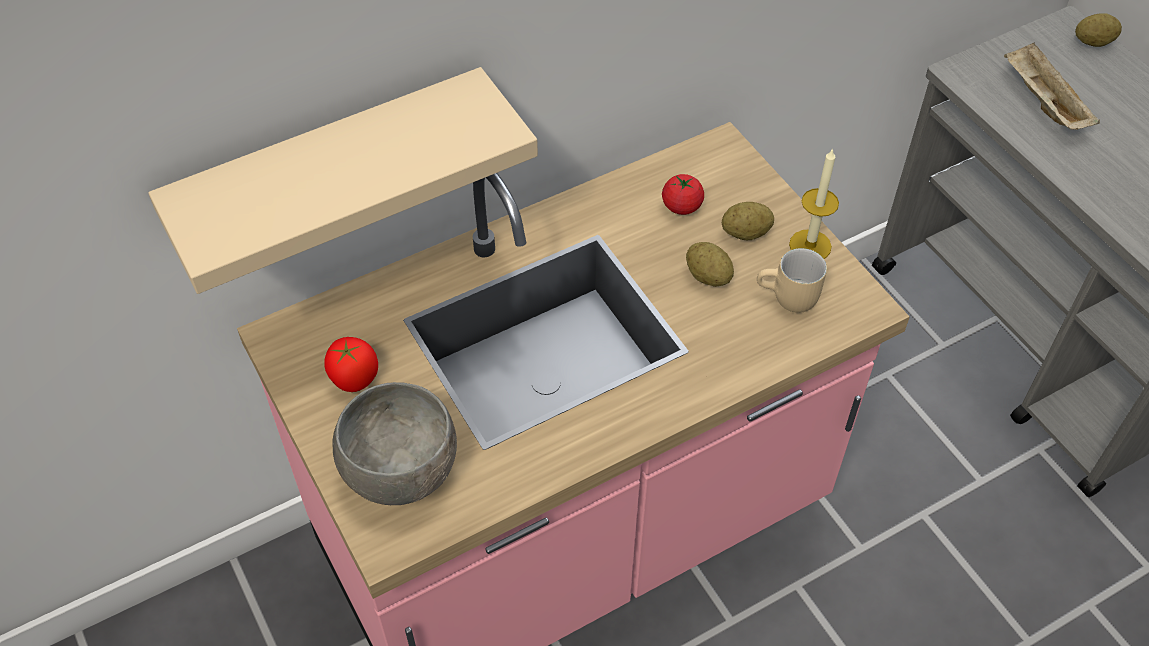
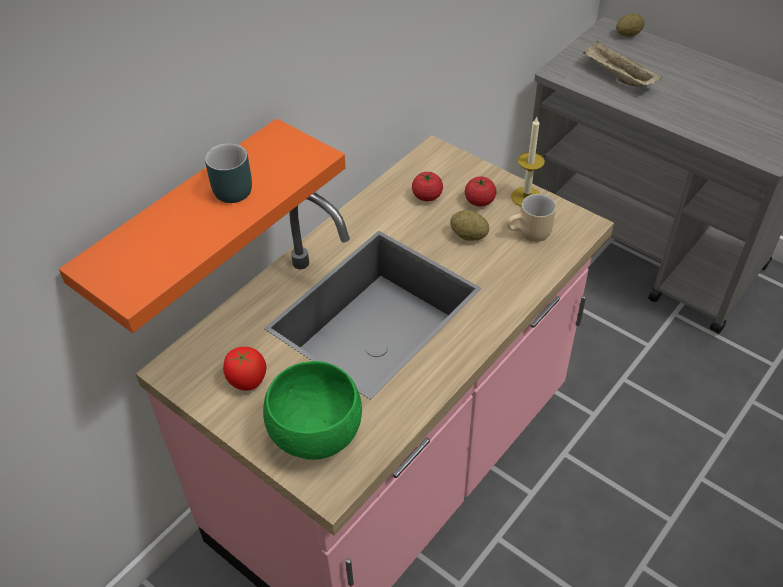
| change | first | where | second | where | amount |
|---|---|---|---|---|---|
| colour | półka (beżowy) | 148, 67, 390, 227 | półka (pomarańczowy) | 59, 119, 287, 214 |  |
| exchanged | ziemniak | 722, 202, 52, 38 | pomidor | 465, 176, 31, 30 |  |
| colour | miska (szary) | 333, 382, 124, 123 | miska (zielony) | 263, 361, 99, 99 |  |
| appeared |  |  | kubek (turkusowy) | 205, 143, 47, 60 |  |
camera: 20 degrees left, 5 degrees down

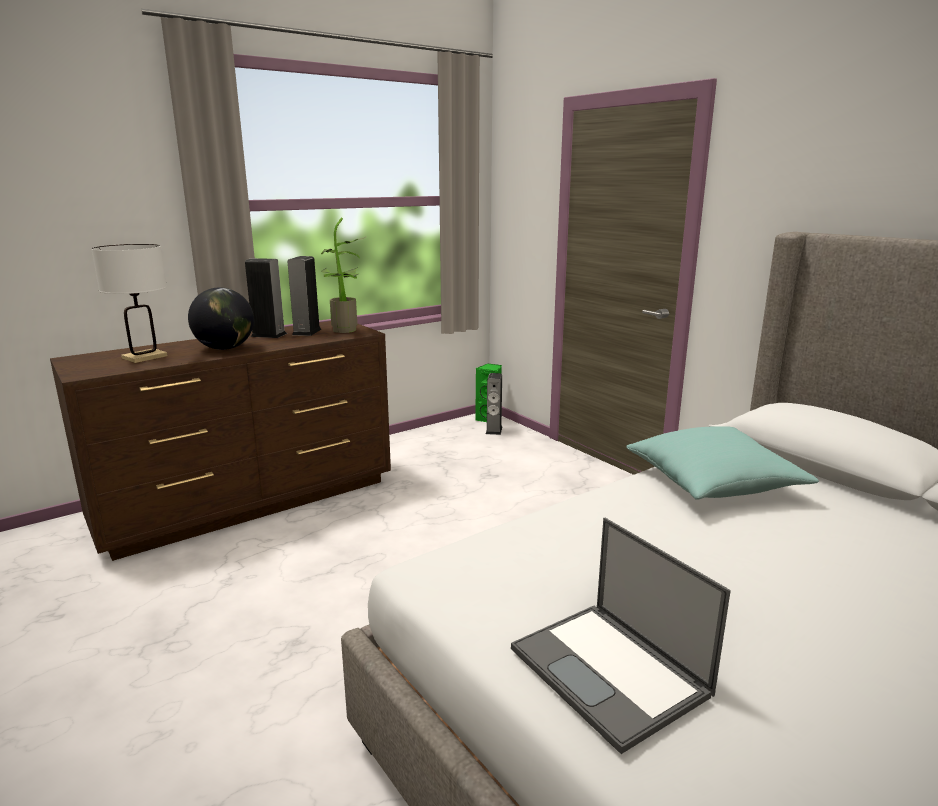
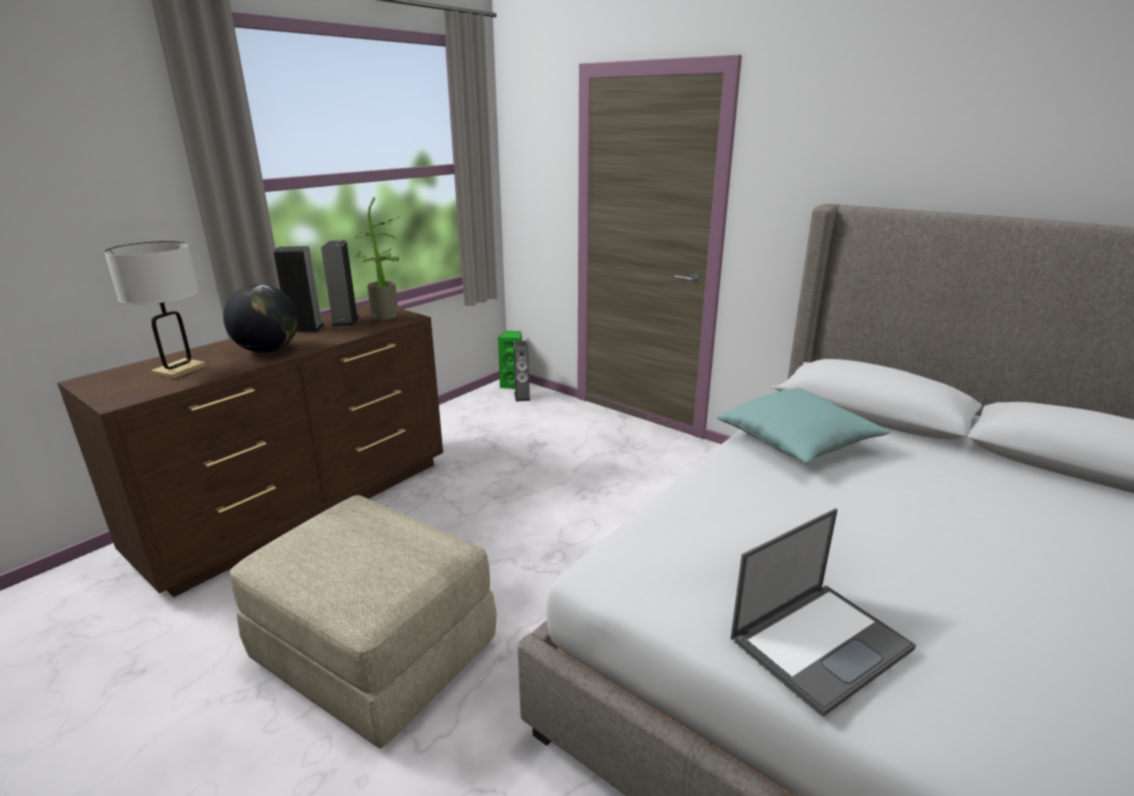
| change | first | where | second | where | amount |
|---|---|---|---|---|---|
| spun | laptop | 511, 518, 220, 236 |  | 731, 508, 185, 209 | 75 degrees counterclockwise |
| appeared |  |  | pufa (beżowy) | 230, 495, 267, 254 |  |
camera: 15 degrees left, 5 degrees up

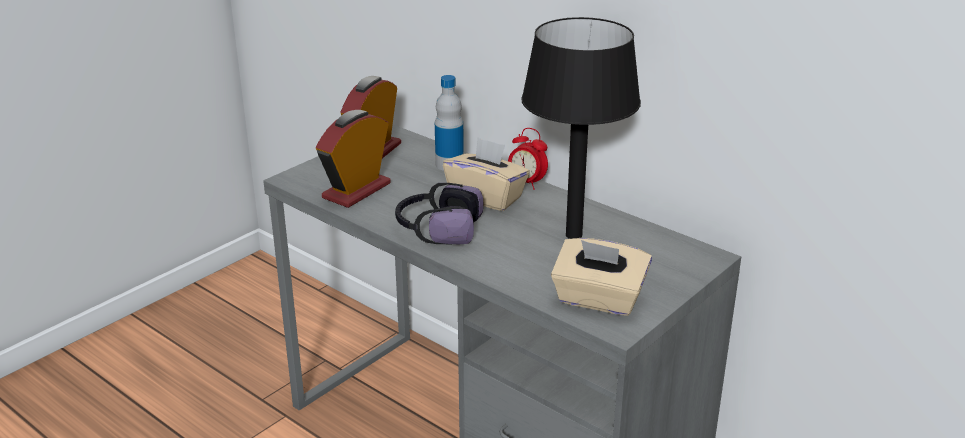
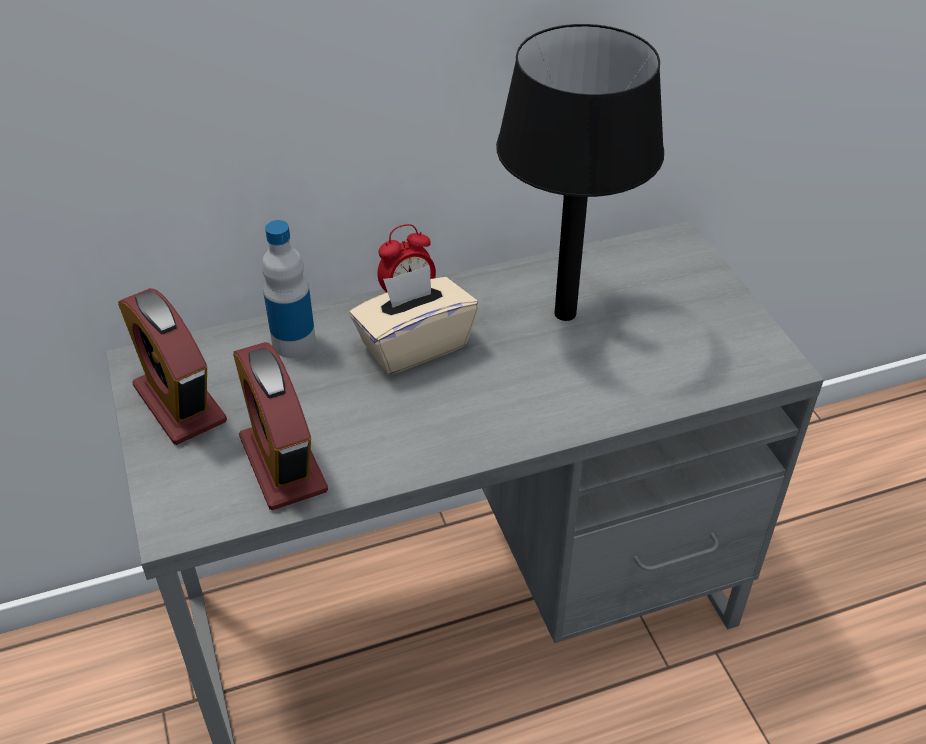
| change | first | where | second | where | amount |
|---|---|---|---|---|---|
| missing | słuchawki | 395, 183, 89, 62 |  |  |  |
| missing | pudełko chusteczek (beżowy) | 551, 238, 101, 78 |  |  |  |
camera: 60 degrees left, 15 degrees up

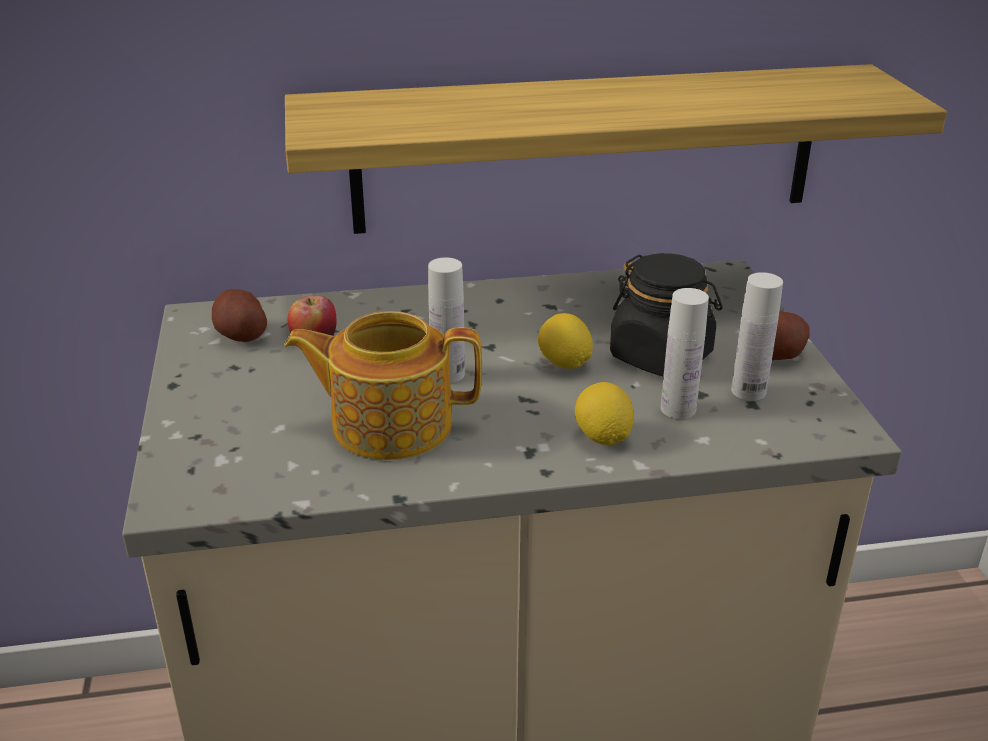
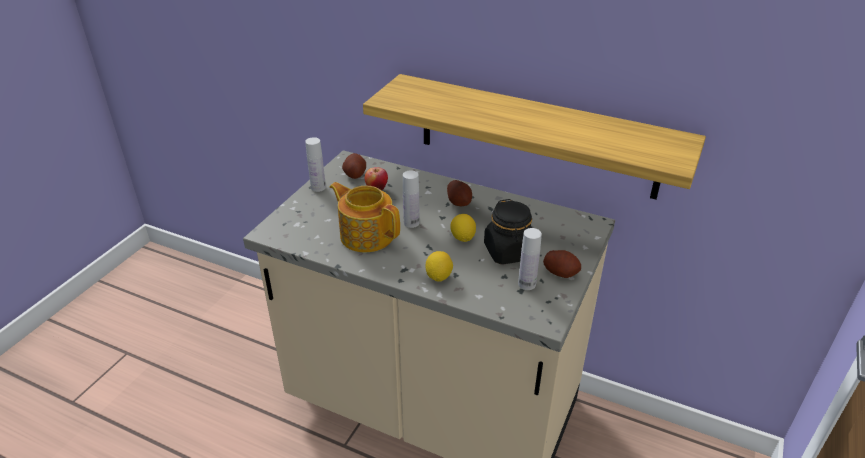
| change | first | where | second | where | amount |
|---|---|---|---|---|---|
| relocated | butelka (biały) | 661, 288, 48, 131 |  | 305, 137, 21, 55 |  |
| appeared |  |  | ziemniak | 447, 180, 25, 26 |  |
camera: 35 degrees right, 5 degrees up

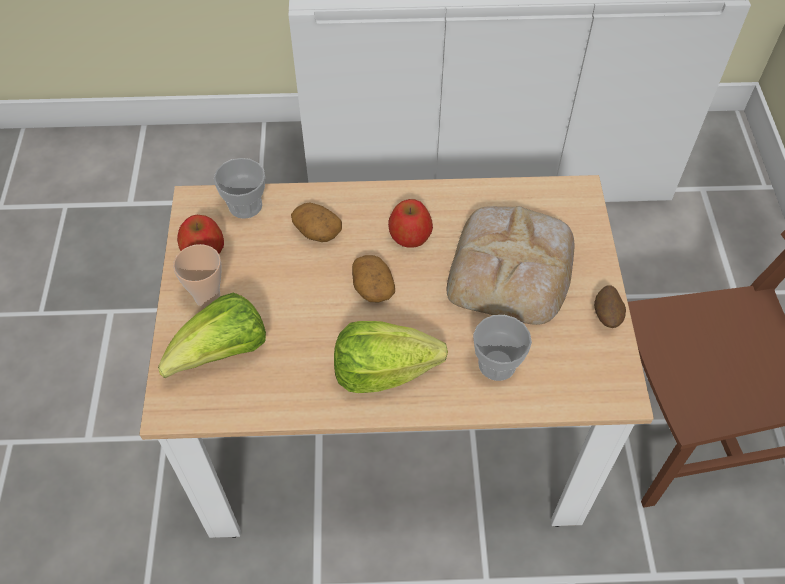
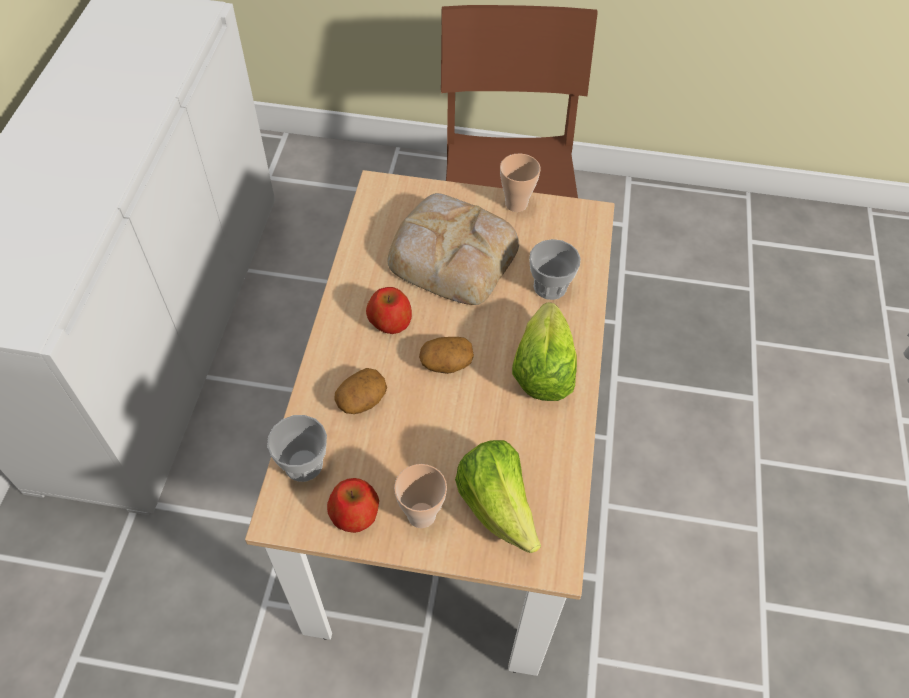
| change | first | where | second | where | amount |
|---|---|---|---|---|---|
| exchanged | ziemniak | 594, 285, 32, 43 | filiżanka | 500, 153, 41, 59 |  |
camera: 80 degrees left, 0 degrees up

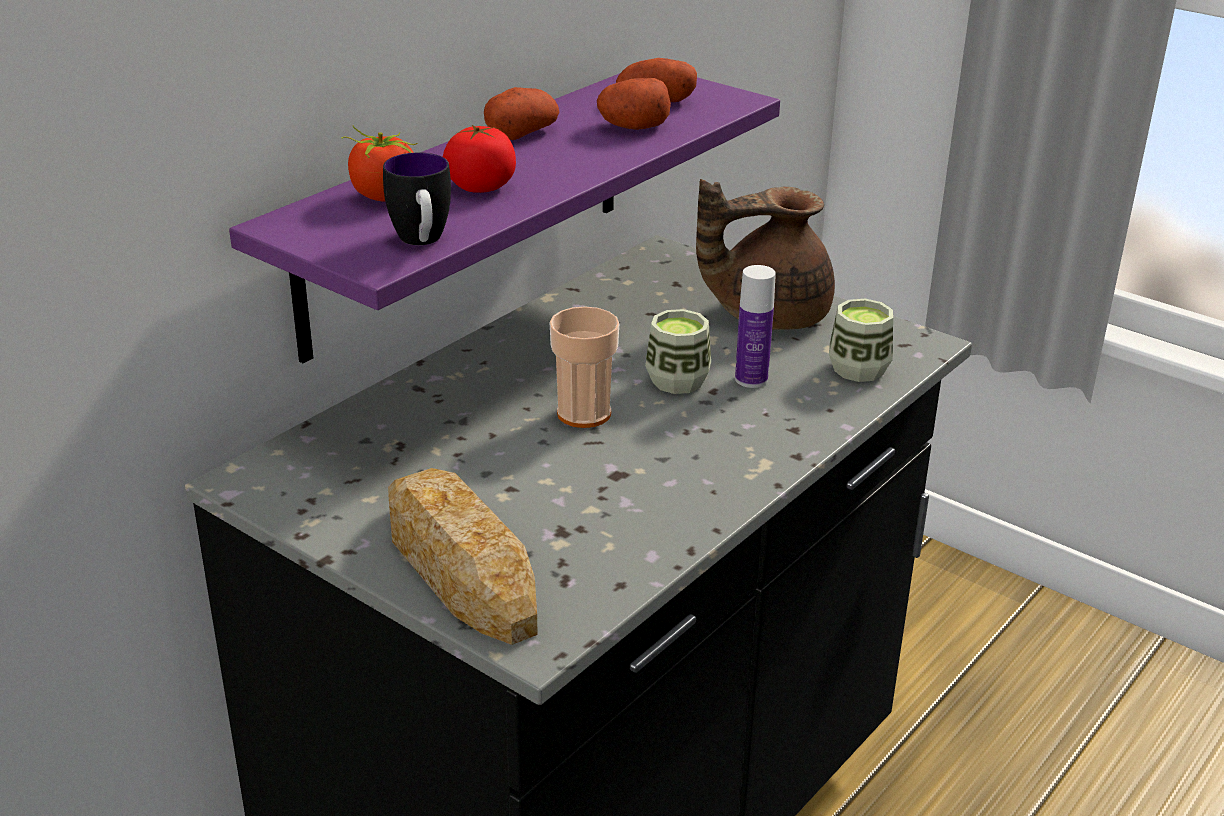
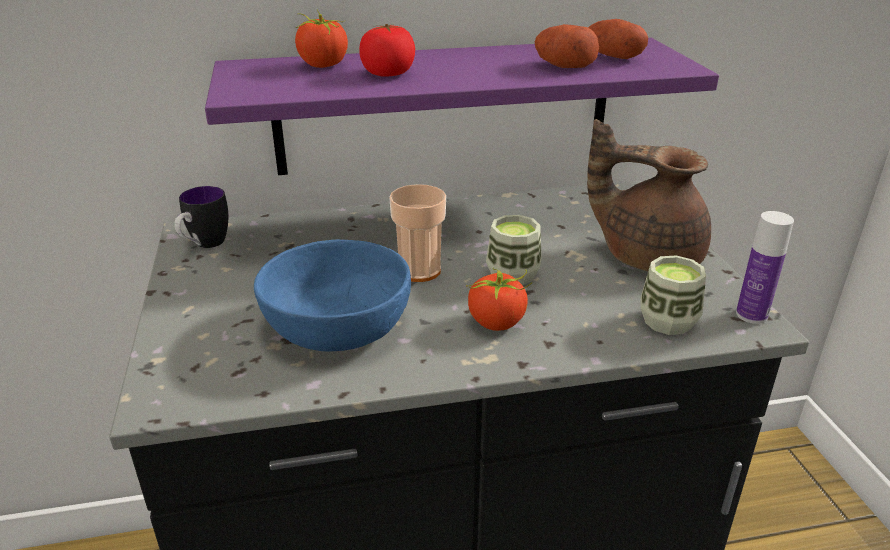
| change | first | where | second | where | amount |
|---|---|---|---|---|---|
| missing | ziemniak | 484, 87, 75, 53 |  |  |  |
| relocated | kubek | 383, 152, 68, 93 |  | 174, 186, 54, 62 |  |
| relocated | butelka | 735, 265, 41, 123 |  | 736, 211, 58, 113 |  |
| missing | chleb | 388, 468, 150, 177 |  |  |  |
| appeared |  |  | miska (niebieski) | 254, 240, 157, 112 |  |
| appeared |  |  | pomidor | 466, 268, 66, 63 |  |
camera: 40 degrees right, 0 degrees up

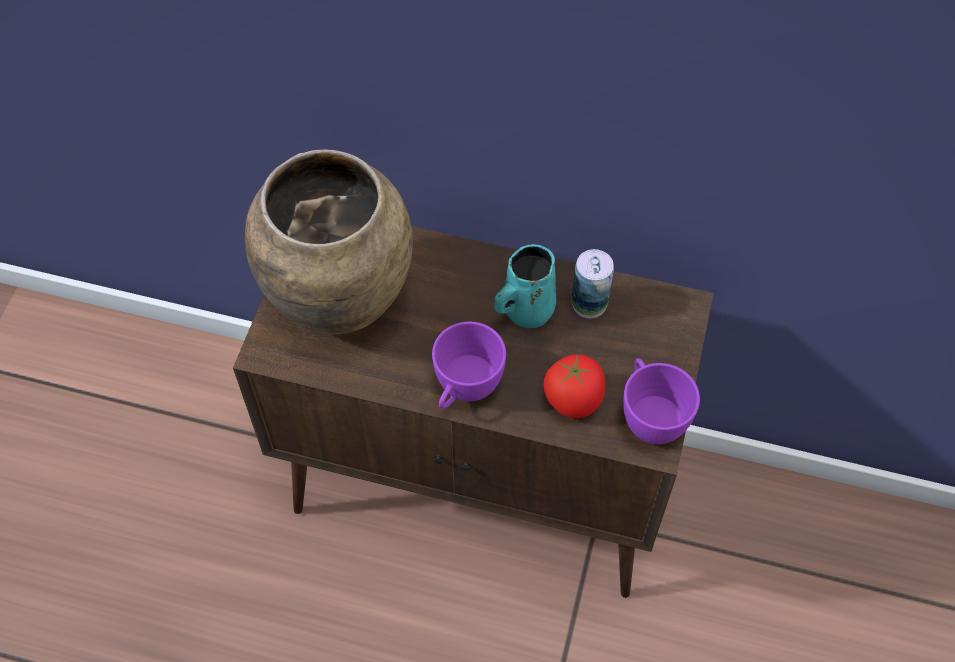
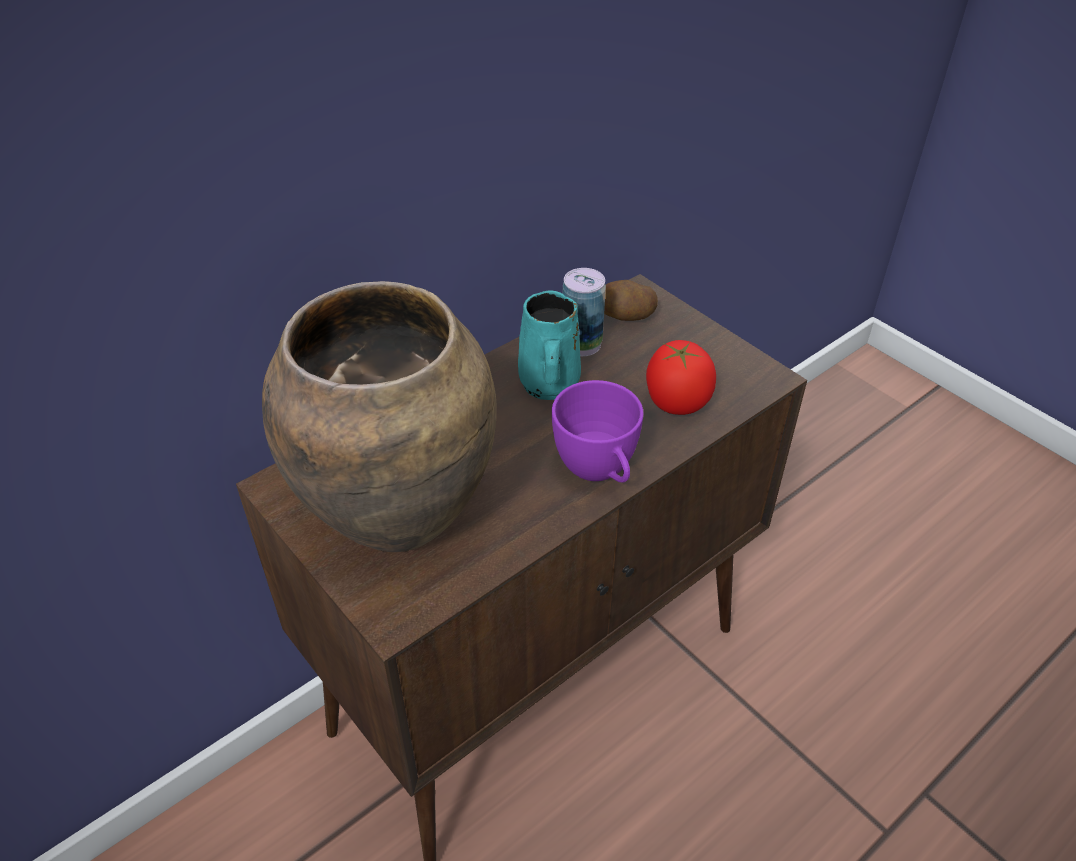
| change | first | where | second | where | amount |
|---|---|---|---|---|---|
| missing | filiżanka (fioletowy) | 623, 358, 77, 86 |  |  |  |
| appeared |  |  | ziemniak | 604, 280, 54, 41 |  |
camera: 55 degrees left, 15 degrees down

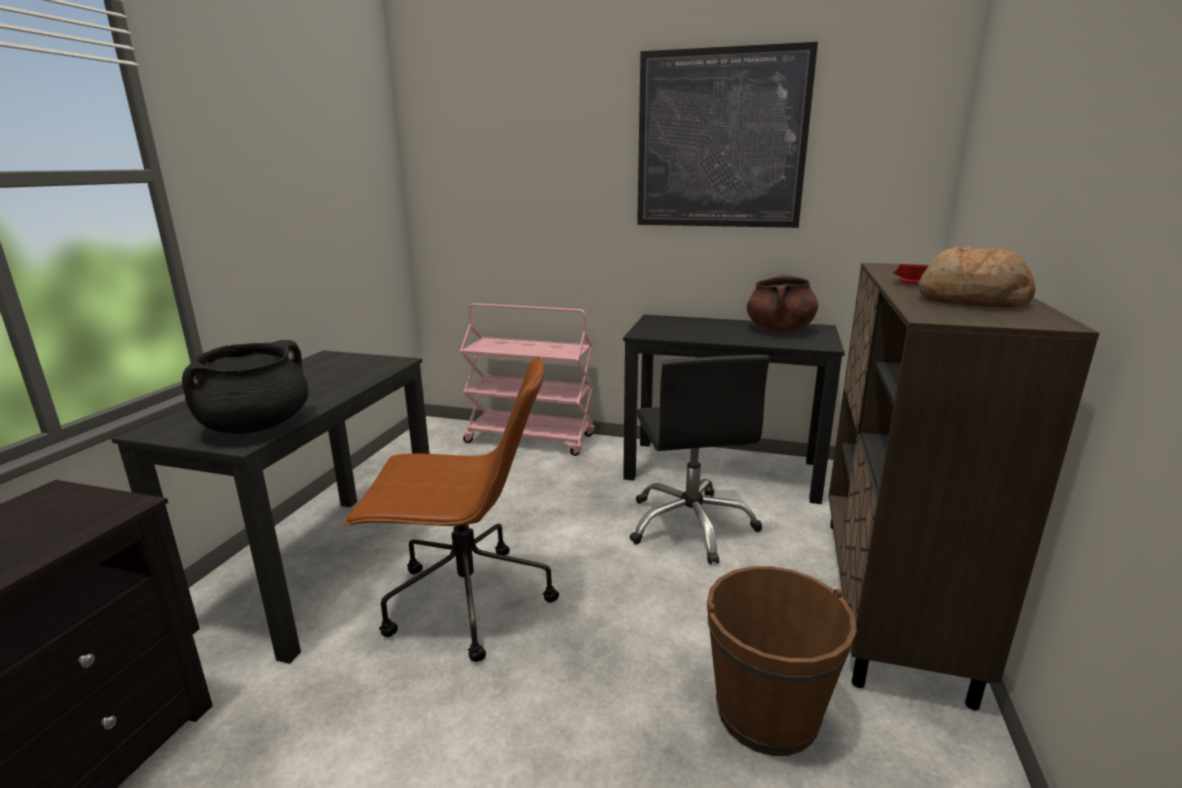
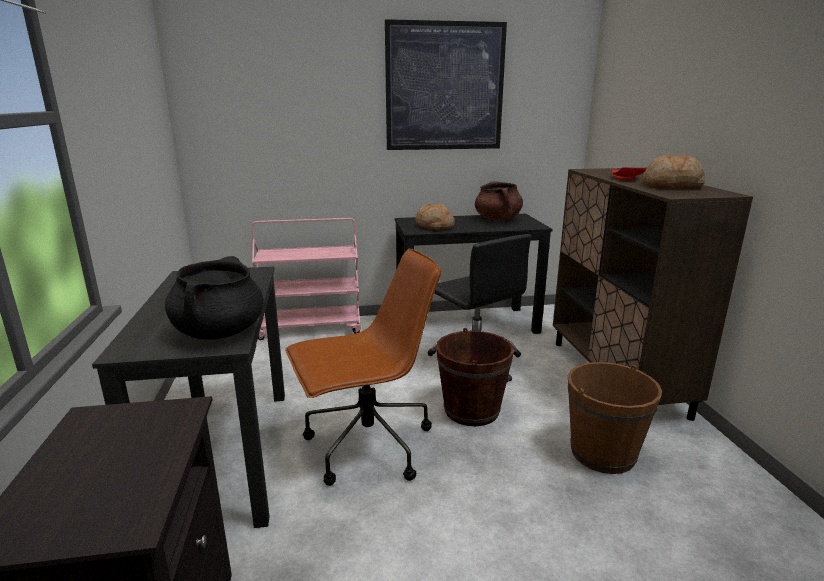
| change | first | where | second | where | amount |
|---|---|---|---|---|---|
| appeared |  |  | chleb | 415, 204, 40, 26 |  |
| appeared |  |  | wiadro (brązowy) | 436, 328, 78, 98 |  |
camera: 25 degrees left, 0 degrees up

